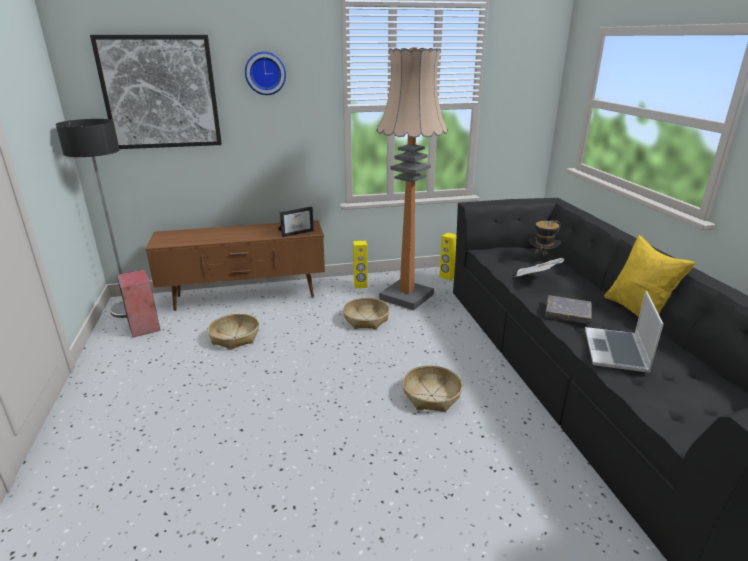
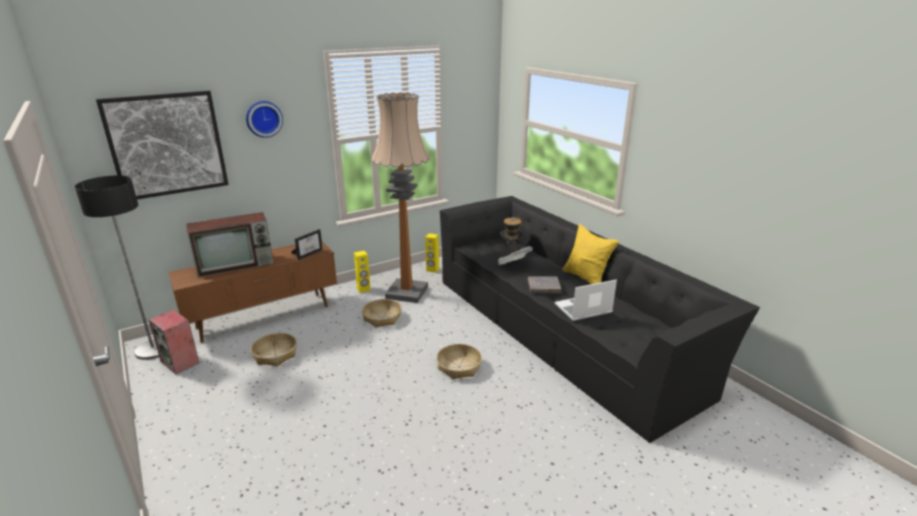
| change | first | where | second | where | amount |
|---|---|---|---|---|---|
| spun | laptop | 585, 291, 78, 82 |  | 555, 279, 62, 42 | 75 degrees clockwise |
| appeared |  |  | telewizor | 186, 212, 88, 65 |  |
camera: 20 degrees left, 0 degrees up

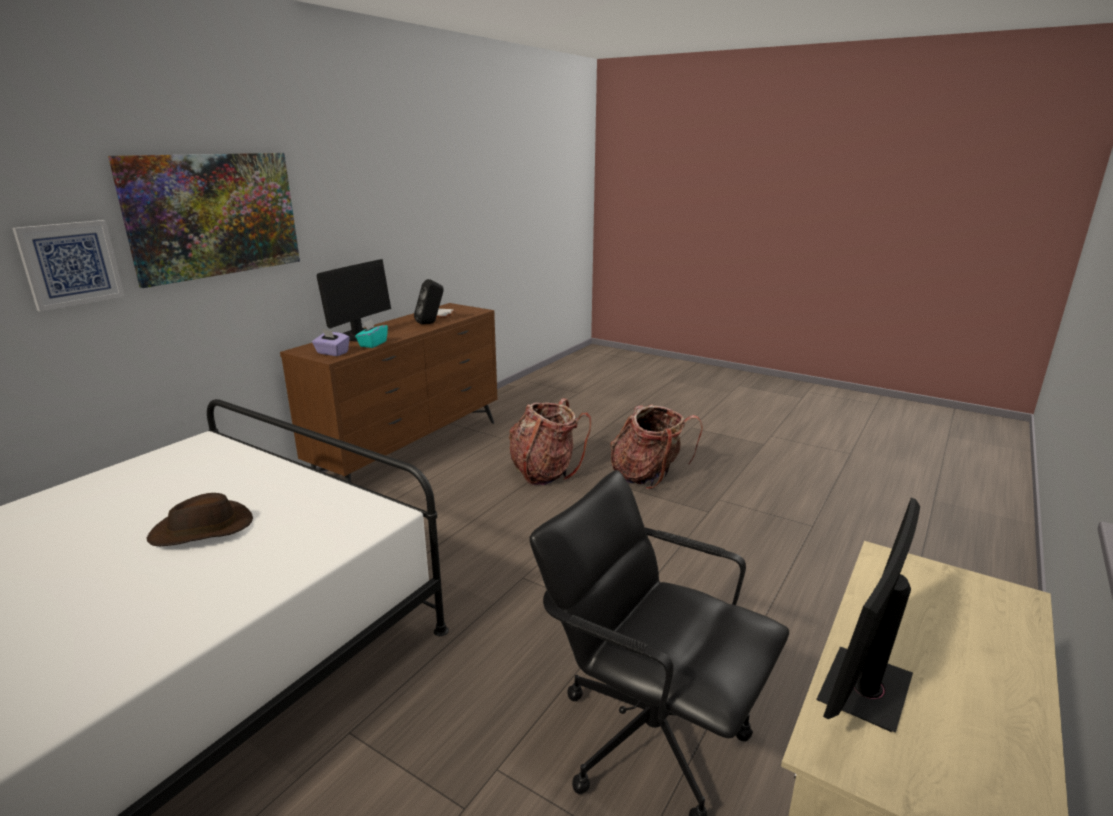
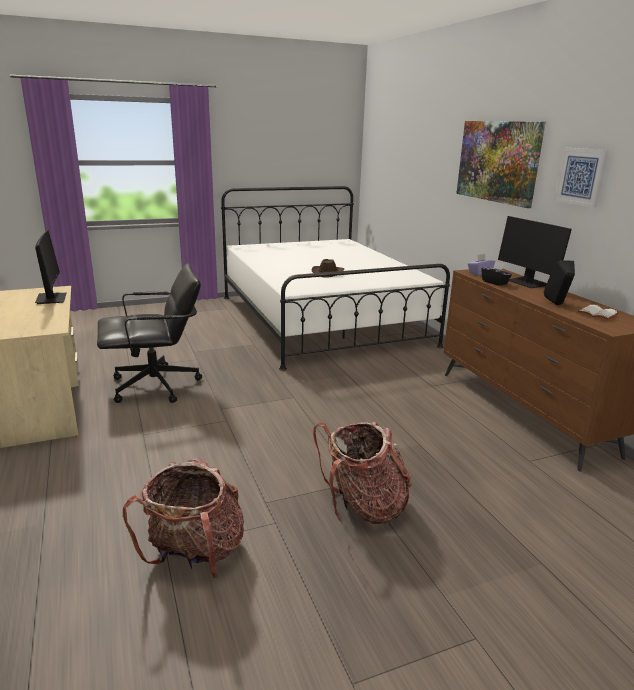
| change | first | where | second | where | amount |
|---|---|---|---|---|---|
| relocated | obraz | 12, 220, 113, 91 |  | 554, 147, 55, 61 |  |
| colour | pudełko chusteczek (turkusowy) | 355, 319, 33, 29 | pudełko chusteczek (czarny) | 481, 261, 31, 25 |  |
| relocated | plecak | 509, 398, 82, 87 |  | 123, 458, 121, 121 |  |
camera: 125 degrees right, 0 degrees up

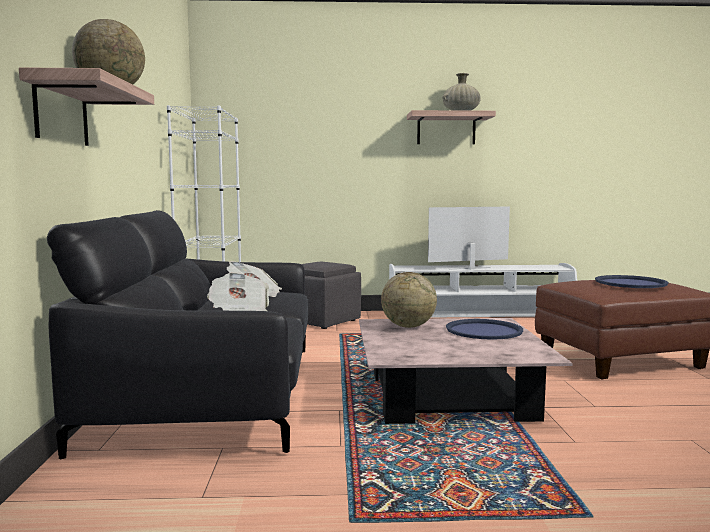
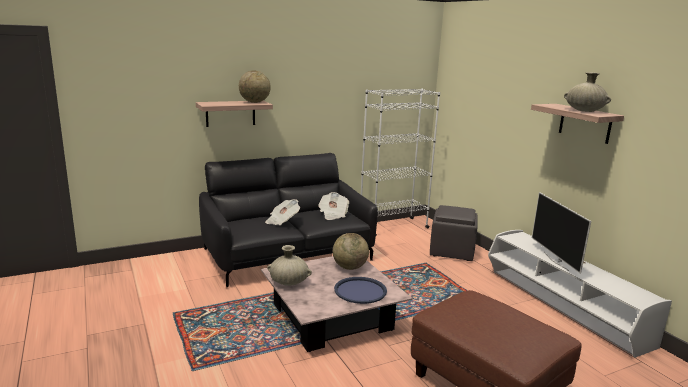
| change | first | where | second | where | amount |
|---|---|---|---|---|---|
| spun | telewizor | 428, 207, 82, 63 |  | 532, 192, 59, 82 | 150 degrees counterclockwise |
| missing | taca (niebieski) | 595, 275, 73, 13 |  |  |  |
| appeared |  |  | wazon (beżowy) | 267, 245, 45, 41 |  |
camera: 65 degrees right, 10 degrees up

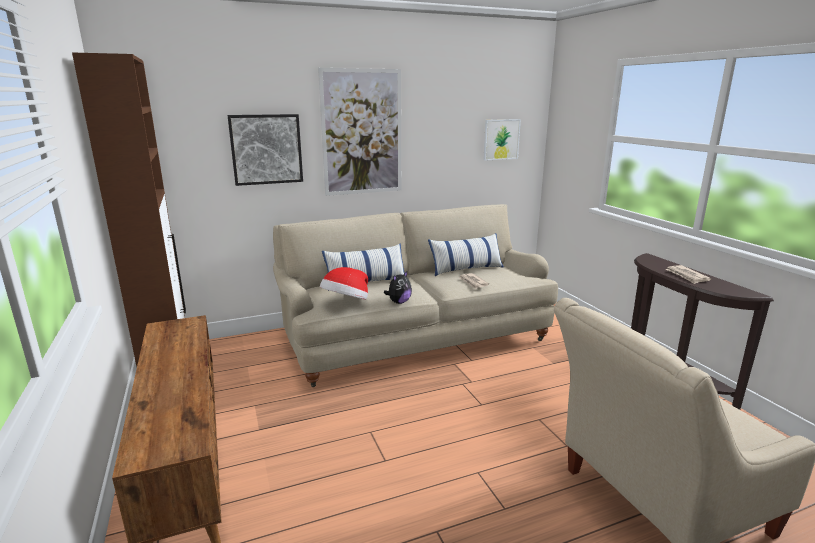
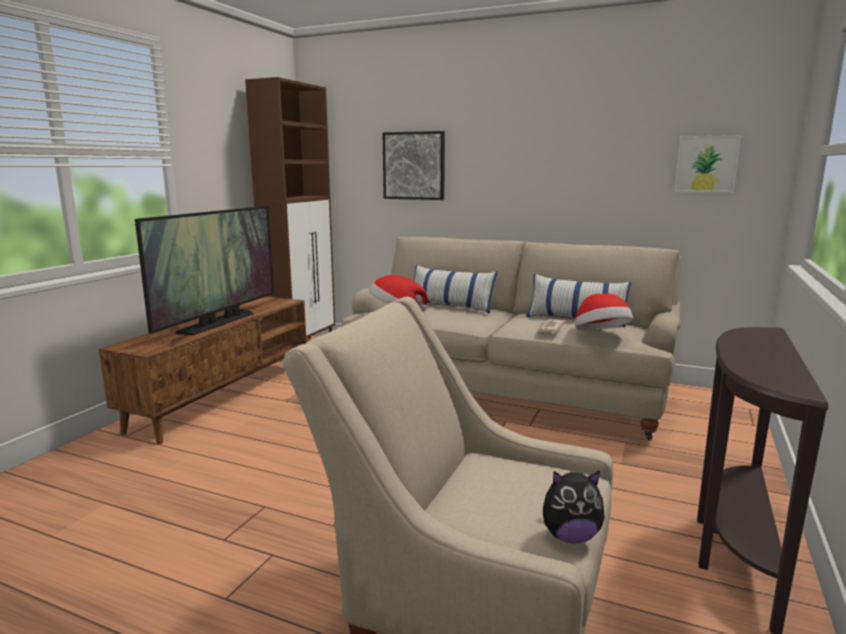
| change | first | where | second | where | amount |
|---|---|---|---|---|---|
| missing | obraz | 318, 68, 83, 128 |  |  |  |
| missing | gazeta | 666, 265, 45, 19 |  |  |  |
| relocated | pluszak | 384, 271, 28, 33 |  | 543, 470, 62, 73 |  |
| appeared |  |  | telewizor | 135, 206, 139, 129 |  |
| appeared |  |  | kapelusz | 575, 293, 58, 37 |  |
camera: 45 degrees right, 5 degrees down

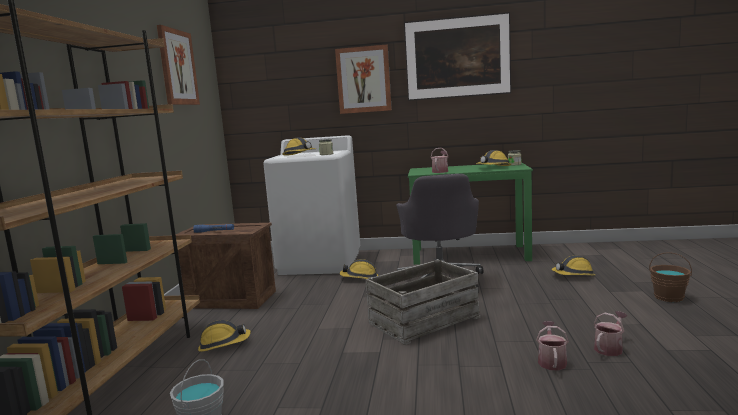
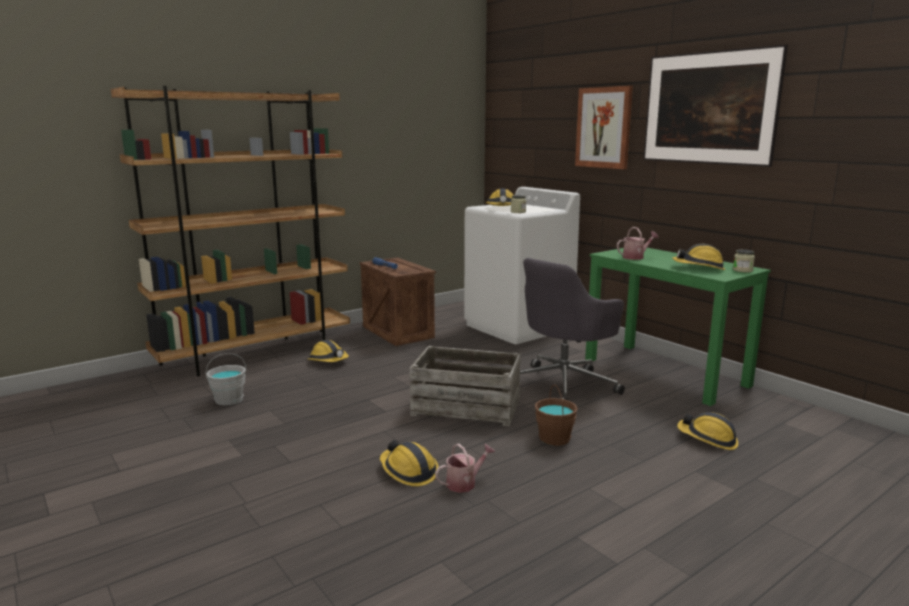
| change | first | where | second | where | amount |
|---|---|---|---|---|---|
| missing | obraz | 157, 25, 43, 80 |  |  |  |
| relocated | wiadro (brązowy) | 649, 252, 43, 50 |  | 535, 385, 43, 61 |  |
| relocated | kask | 340, 259, 38, 20 |  | 380, 440, 59, 46 |  |
| missing | konewka | 594, 311, 34, 45 |  |  |  |
camera: 45 degrees right, 5 degrees up

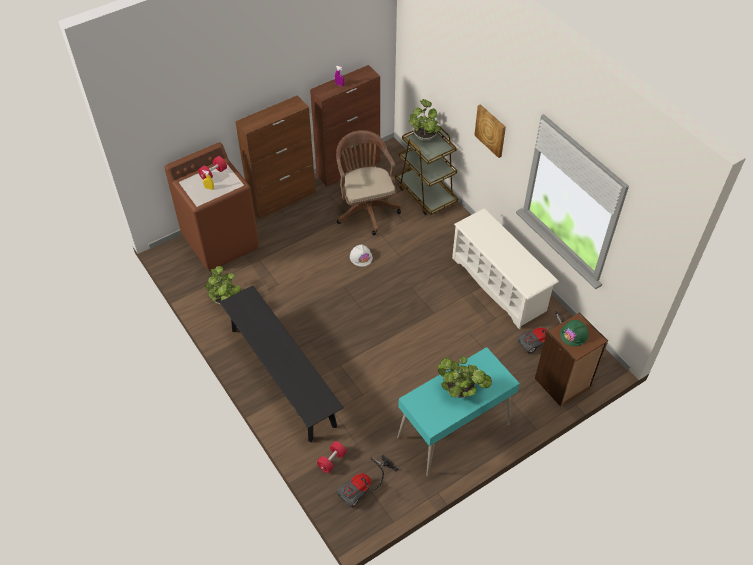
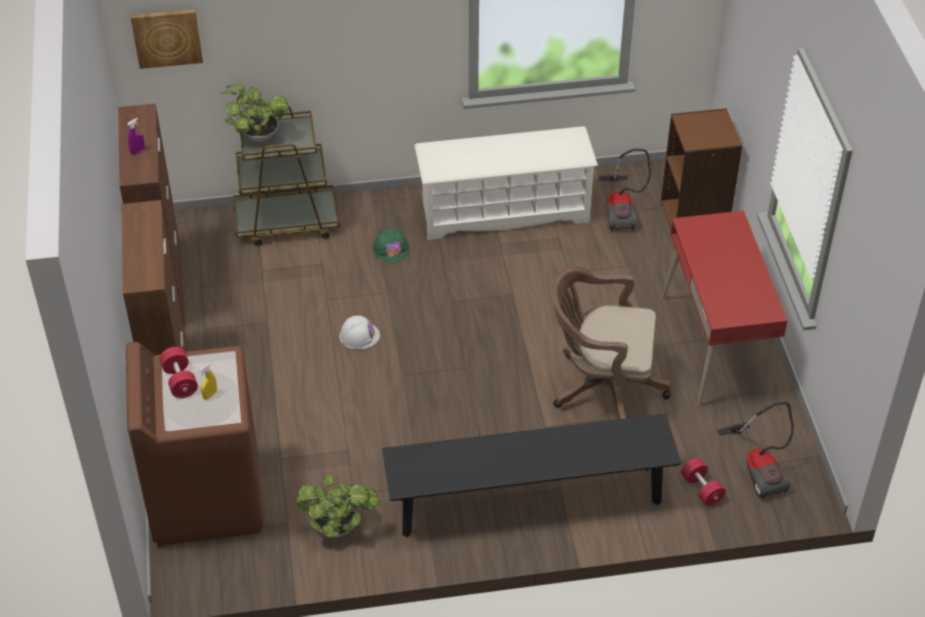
| change | first | where | second | where | amount |
|---|---|---|---|---|---|
| relocated | obraz | 474, 104, 32, 54 |  | 131, 9, 72, 60 |  |
| relocated | krzesło biurowe (brązowy) | 336, 130, 65, 105 |  | 552, 266, 119, 153 |  |
| relocated | kask (zielony) | 560, 320, 29, 26 |  | 373, 228, 36, 35 |  |
| colour | biurko (turkusowy) | 397, 347, 123, 130 | biurko (czerwony) | 661, 211, 127, 195 |  |
| missing | roślina doniczkowa | 438, 356, 54, 42 |  |  |  |
camera: 65 degrees left, 5 degrees down

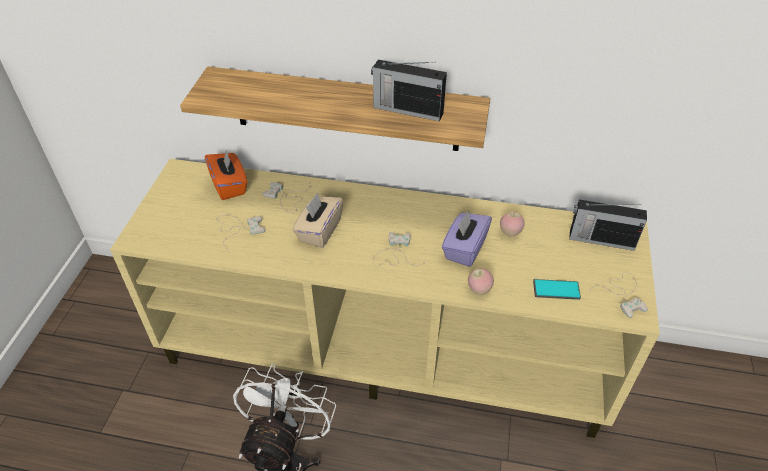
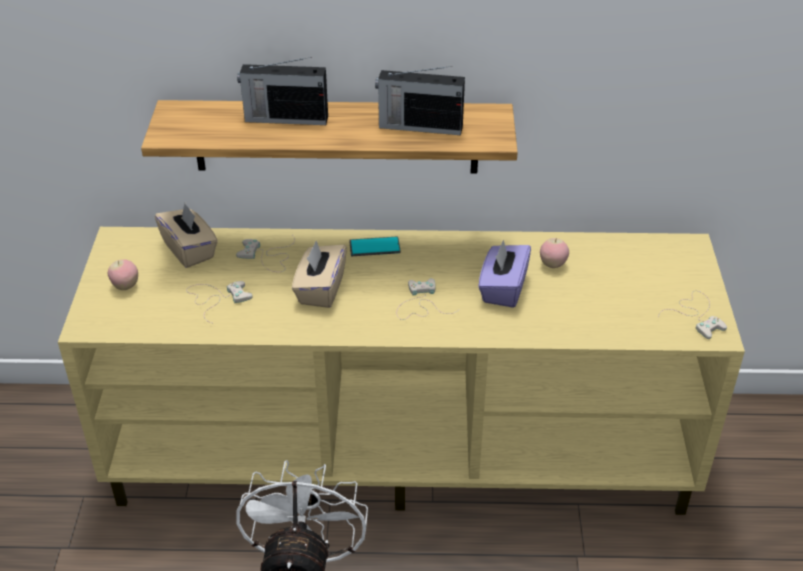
| change | first | where | second | where | amount |
|---|---|---|---|---|---|
| colour | pudełko chusteczek (pomarańczowy) | 205, 149, 42, 51 | pudełko chusteczek (beżowy) | 155, 203, 63, 65 |  |
| relocated | radio | 569, 199, 78, 52 |  | 237, 57, 91, 68 |  |
| relocated | jabłko | 468, 268, 26, 27 |  | 108, 259, 30, 31 |  |
| relocated | telefon | 533, 279, 48, 21 |  | 349, 236, 51, 20 |  |
camera: 10 degrees left, 5 degrees down

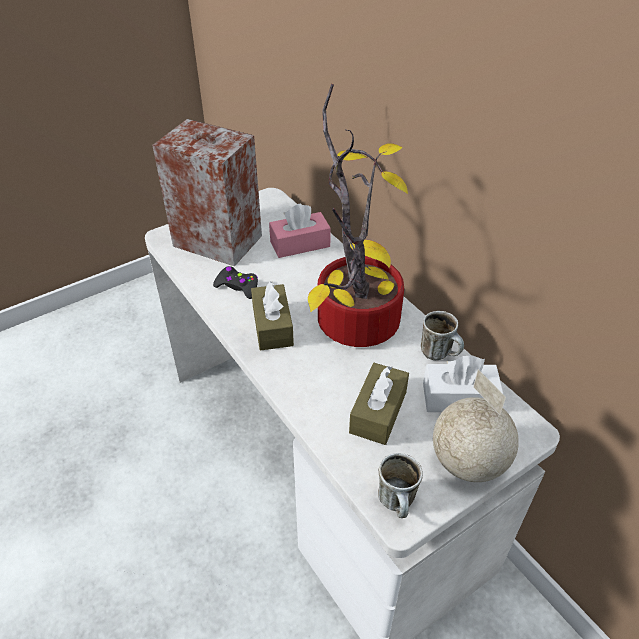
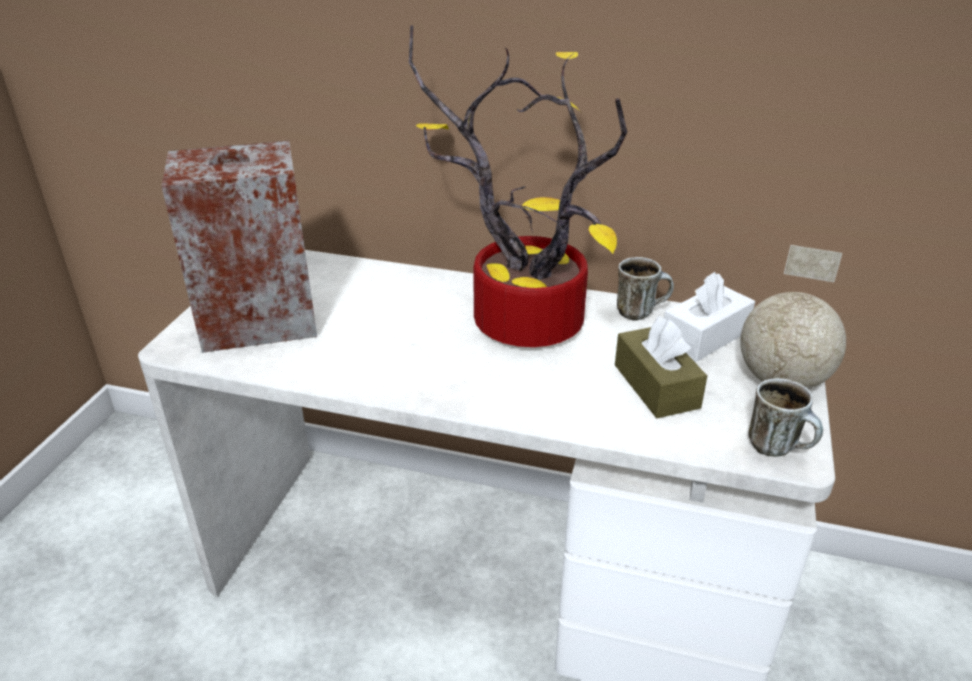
| change | first | where | second | where | amount |
|---|---|---|---|---|---|
| missing | pudełko chusteczek (różowy) | 269, 203, 62, 55 |  |  |  |
| missing | pad do gier (czarny) | 213, 266, 45, 33 |  |  |  |
| missing | pudełko chusteczek (brązowy) | 251, 282, 43, 69 |  |  |  |
camera: 40 degrees left, 10 degrees down

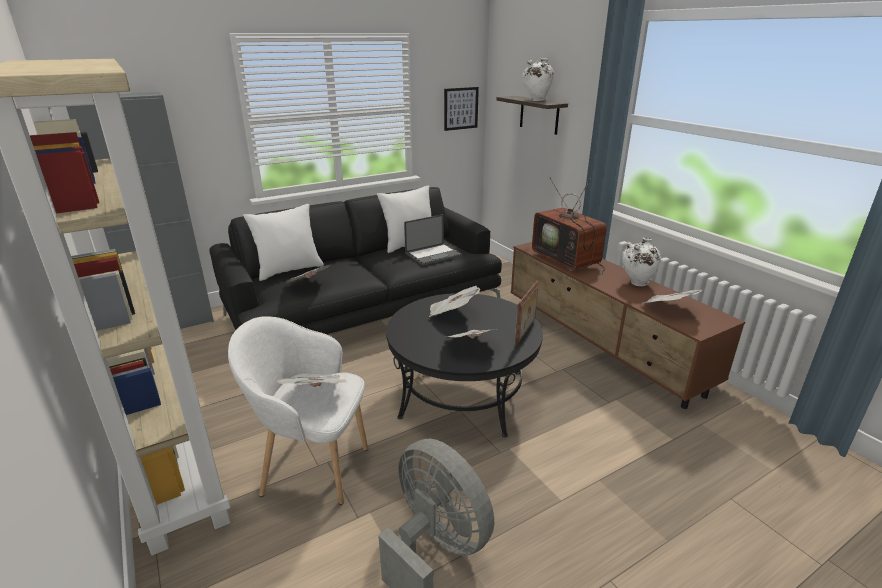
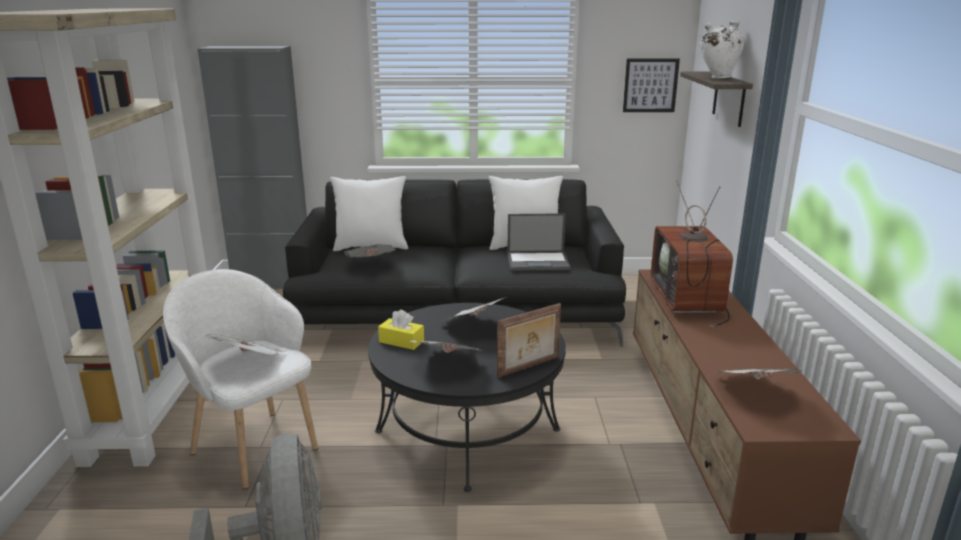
| change | first | where | second | where | amount |
|---|---|---|---|---|---|
| missing | wazon (biały) | 622, 237, 39, 49 |  |  |  |
| appeared |  |  | pudełko chusteczek (żółty) | 378, 310, 46, 40 |  |
camera: 30 degrees right, 5 degrees down

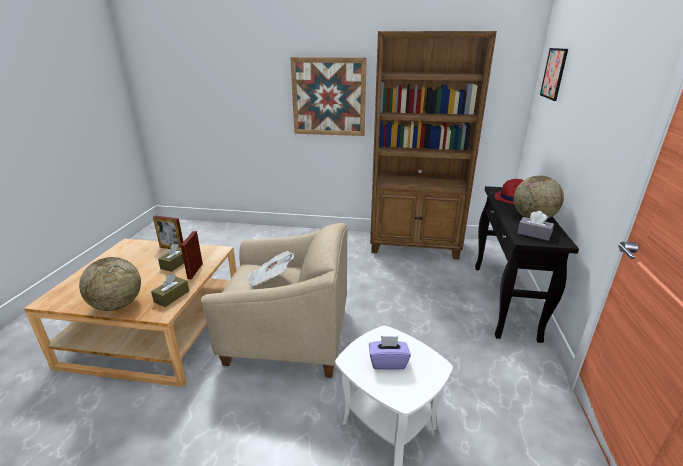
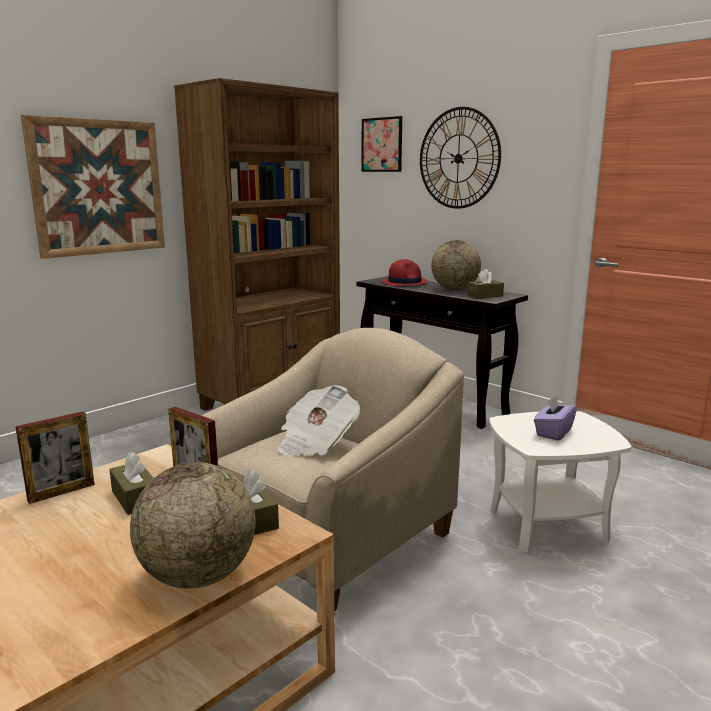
| change | first | where | second | where | amount |
|---|---|---|---|---|---|
| colour | pudełko chusteczek (szary) | 517, 211, 37, 30 | pudełko chusteczek (brązowy) | 468, 269, 36, 30 |  |
| appeared |  |  | zegar ścienny | 420, 107, 81, 102 |  |
camera: 55 degrees left, 10 degrees down

